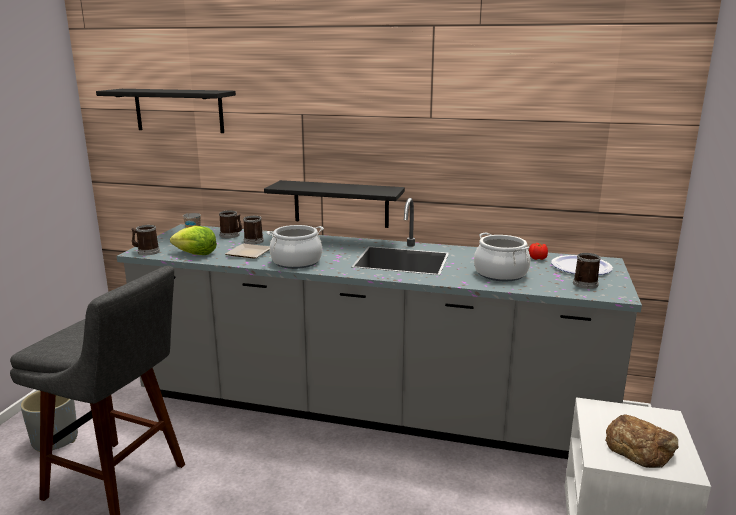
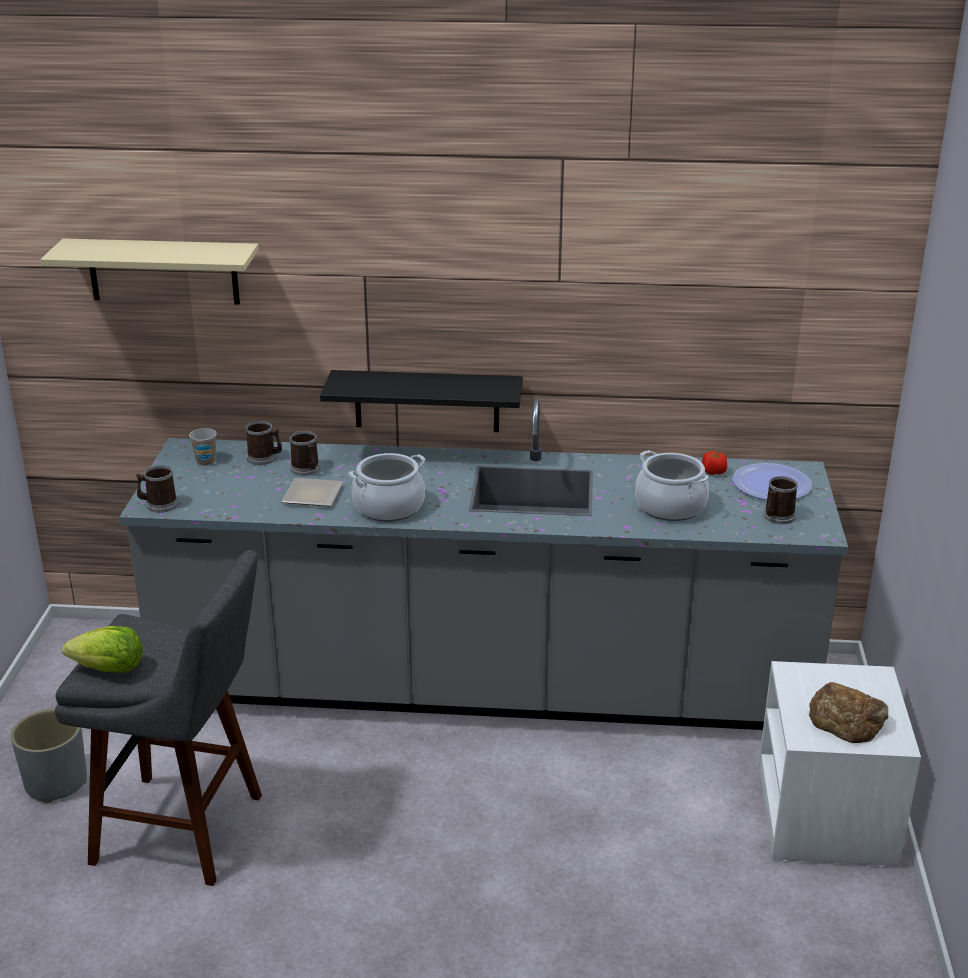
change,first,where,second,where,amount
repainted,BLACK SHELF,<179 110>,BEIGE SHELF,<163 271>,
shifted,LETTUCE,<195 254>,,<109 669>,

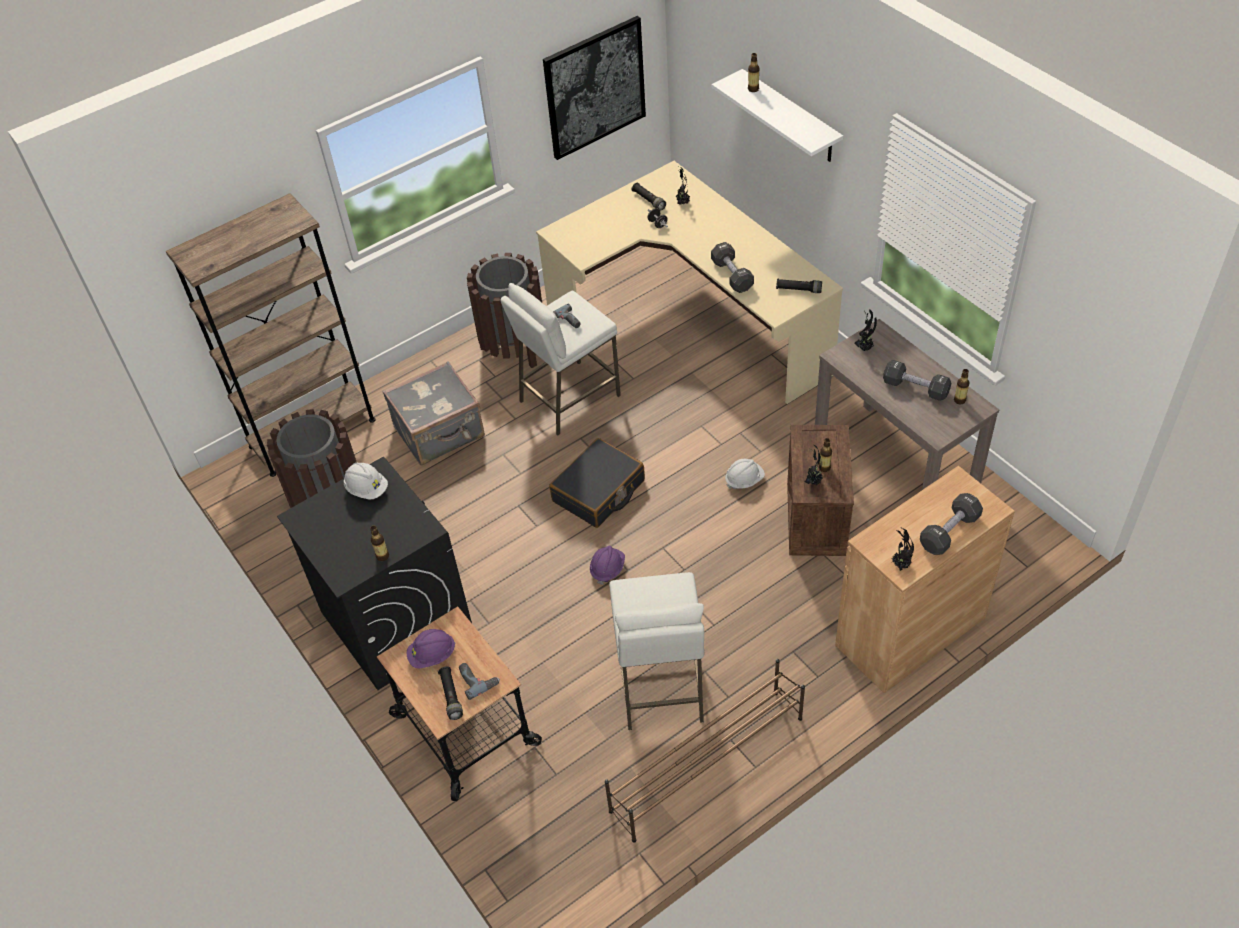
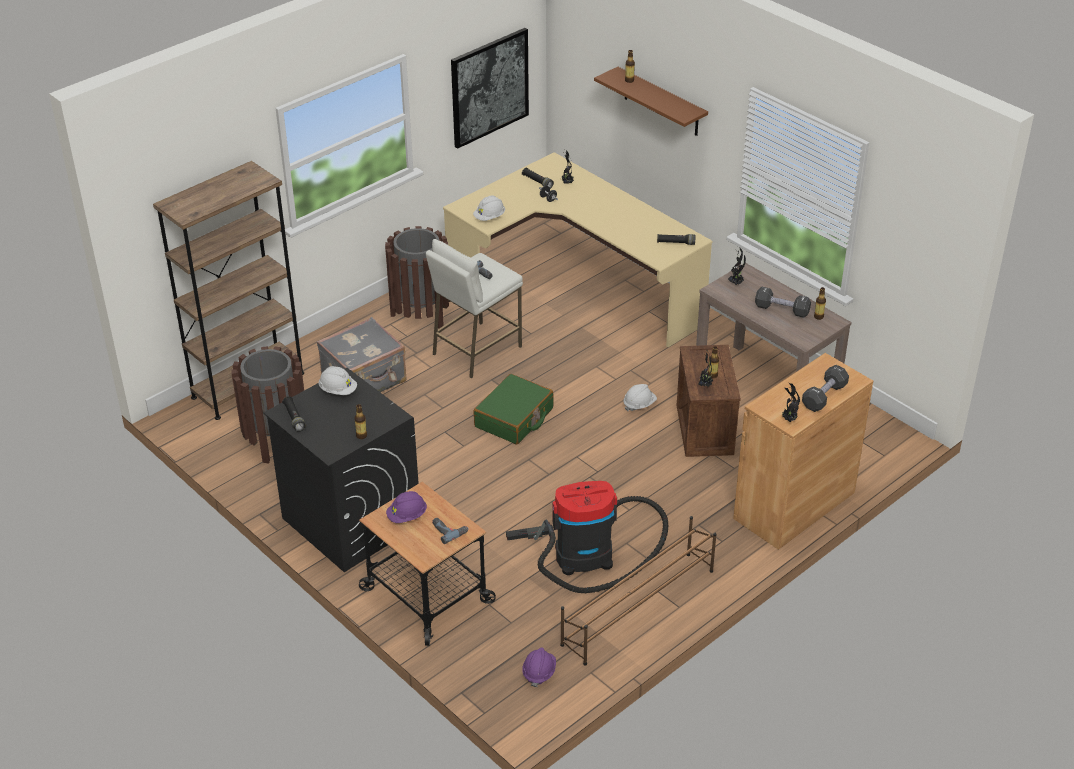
change,first,where,second,where,amount
shifted,BLACK FLASHLIGHT,<451 696>,,<294 418>,
repainted,BLACK SUITCASE,<599 491>,GREEN SUITCASE,<514 418>,
shifted,PURPLE HARD HAT,<607 569>,,<539 672>,
swapped,WHITE STOOL,<660 685>,VACUUM CLEANER,<590 554>,
gone,BLACK DUMBBELL,<732 275>,,,
repainted,WHITE SHELF,<790 117>,BROWN SHELF,<661 102>,
new,,,WHITE HARD HAT,<489 217>,

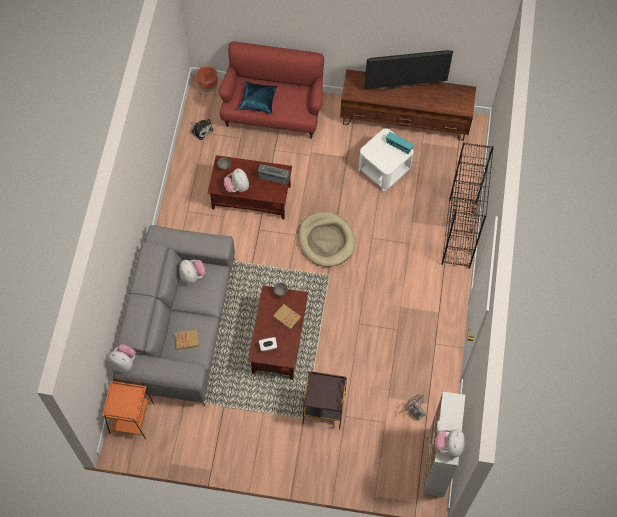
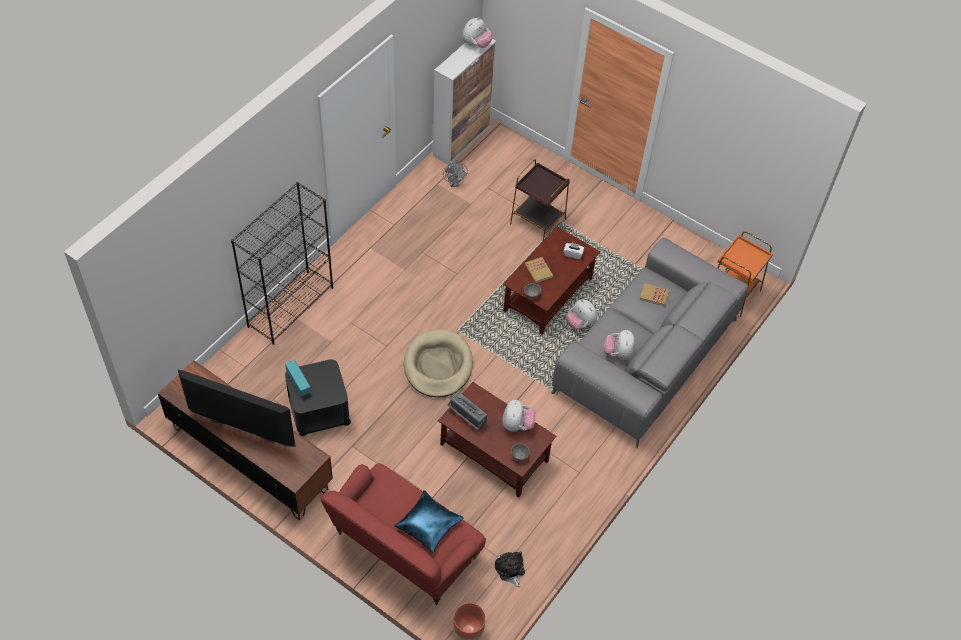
change,first,where,second,where,amount
shifted,PLUSH TOY,<124 362>,,<580 323>,
repainted,WHITE SIDE TABLE,<384 169>,BLACK SIDE TABLE,<319 411>,

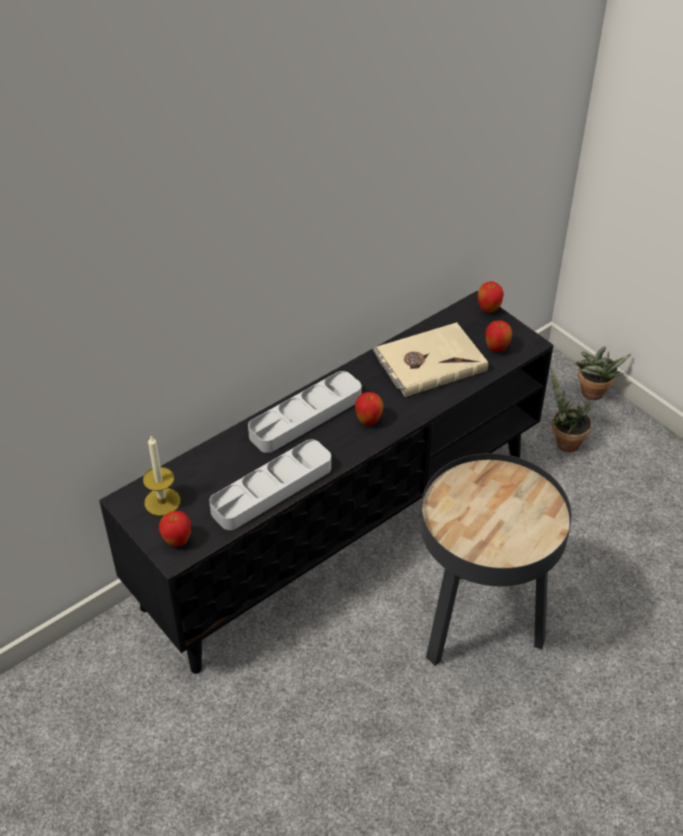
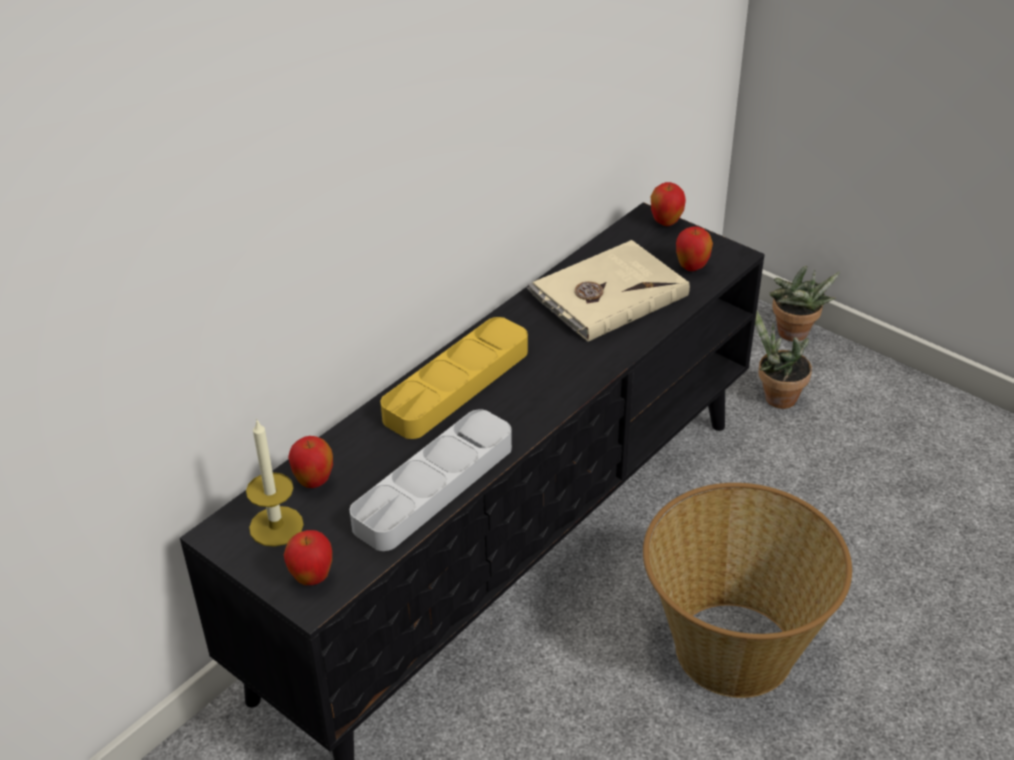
change,first,where,second,where,amount
repainted,GREY TRAY,<306 416>,YELLOW TRAY,<457 384>,
shifted,APPLE,<368 421>,,<314 482>,
swapped,BLACK SIDE TABLE,<479 624>,BASKET,<732 647>,

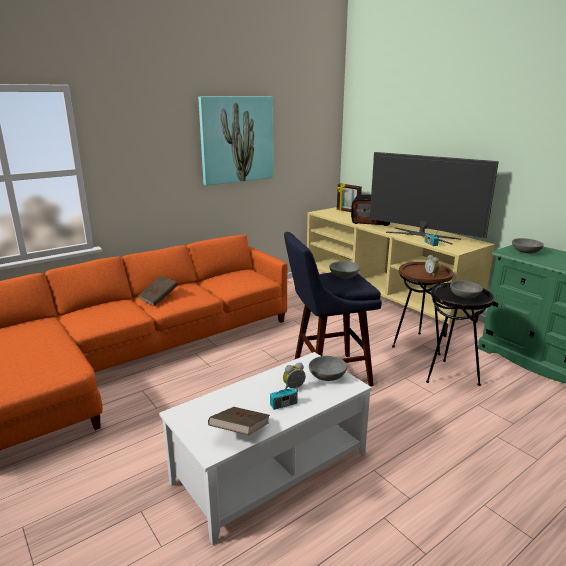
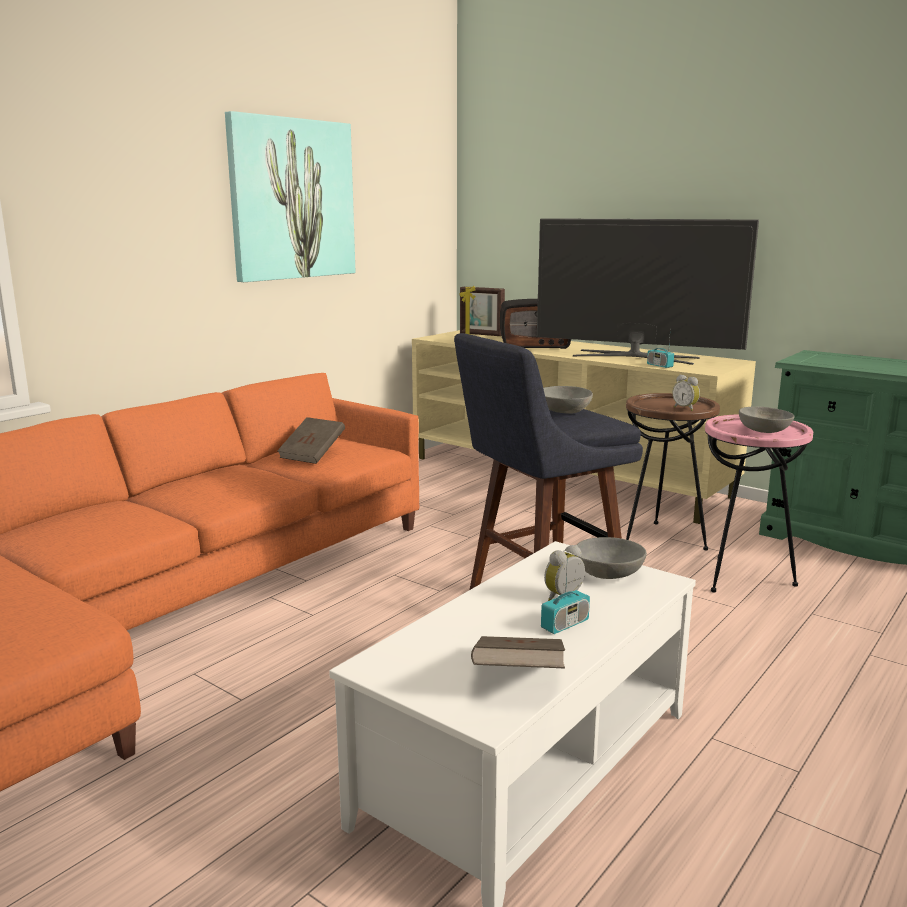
change,first,where,second,where,amount
shifted,BROWN BOOK,<159 298>,,<312 455>,
repainted,BLACK SIDE TABLE,<450 375>,PINK SIDE TABLE,<742 577>,
gone,GREY BOWL,<525 252>,,,

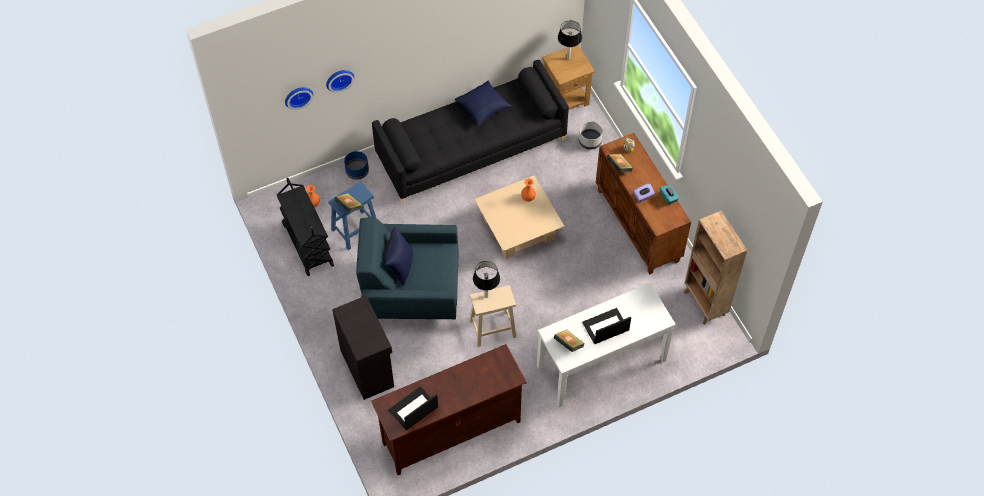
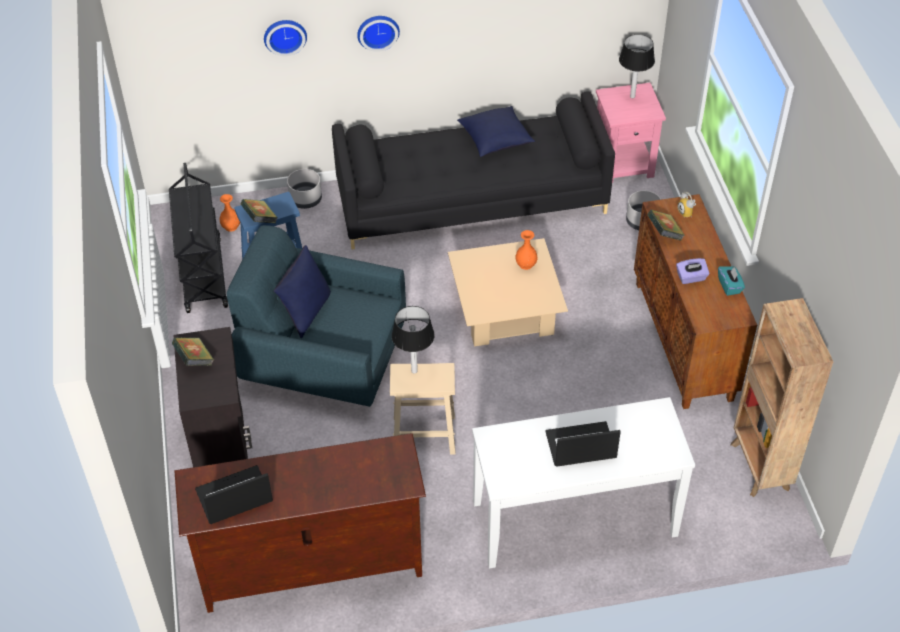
change,first,where,second,where,amount
shifted,WALL CLOCK,<298 96>,,<377 31>,
repainted,BLUE PLANTER,<357 171>,GREY PLANTER,<306 199>,
repainted,BROWN SIDE TABLE,<566 98>,PINK SIDE TABLE,<624 164>,
shifted,BOOK,<568 344>,,<194 360>,

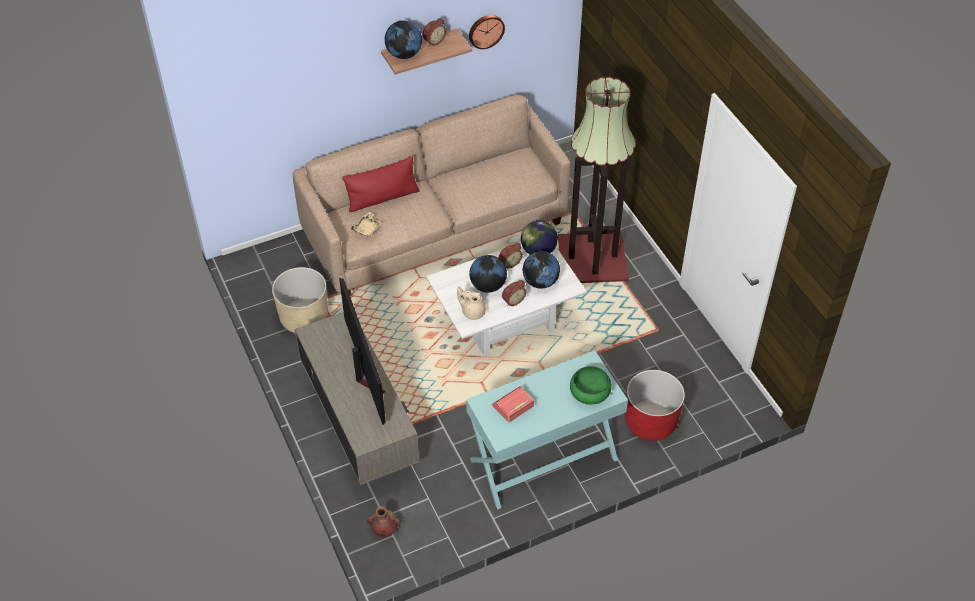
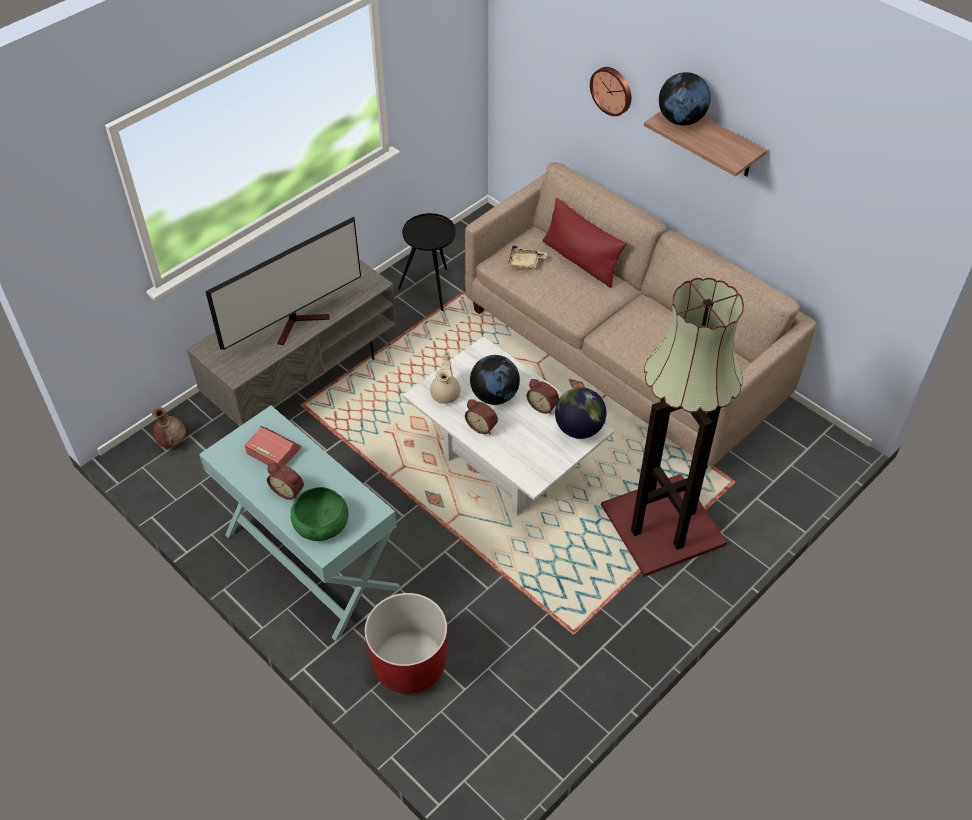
change,first,where,second,where,amount
swapped,BEIGE PLANTER,<304 318>,BLACK SIDE TABLE,<432 288>,
shifted,ALARM CLOCK,<433 41>,,<288 490>,
shifted,WALL CLOCK,<485 30>,,<612 90>,
gone,GLOBE,<540 282>,,,

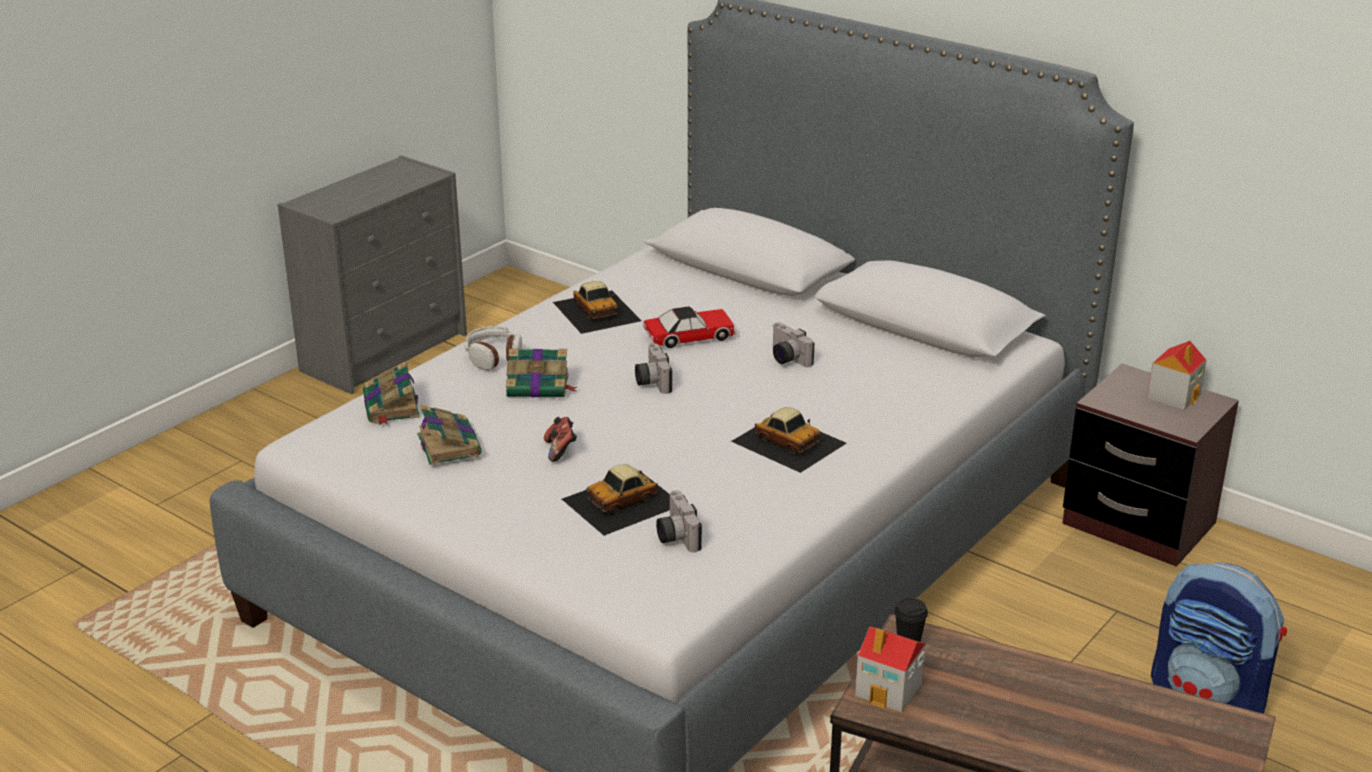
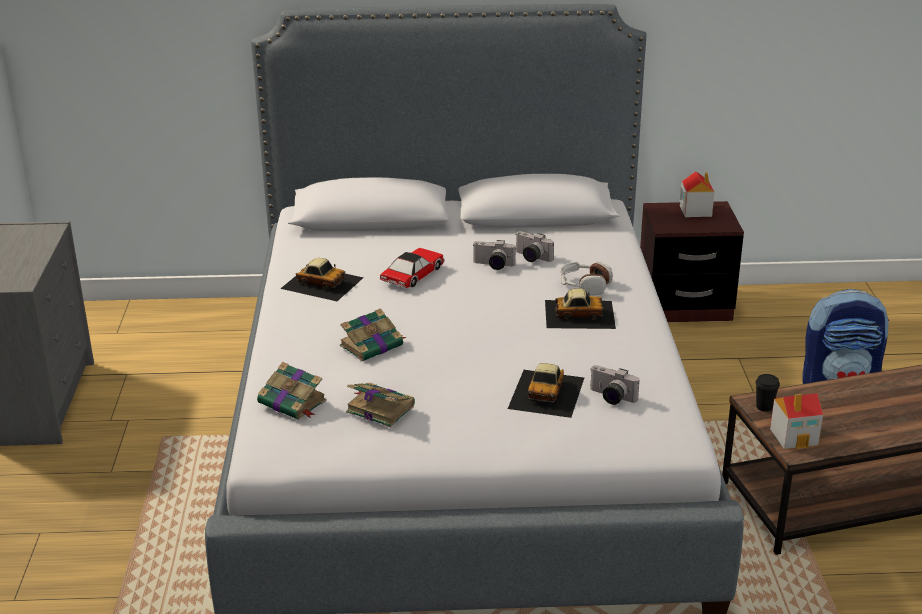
change,first,where,second,where,amount
shifted,HEADPHONES,<494 357>,,<584 285>,
gone,GAME CONTROLLER,<561 450>,,,
shifted,PHOTO CAMERA,<651 381>,,<531 258>,

